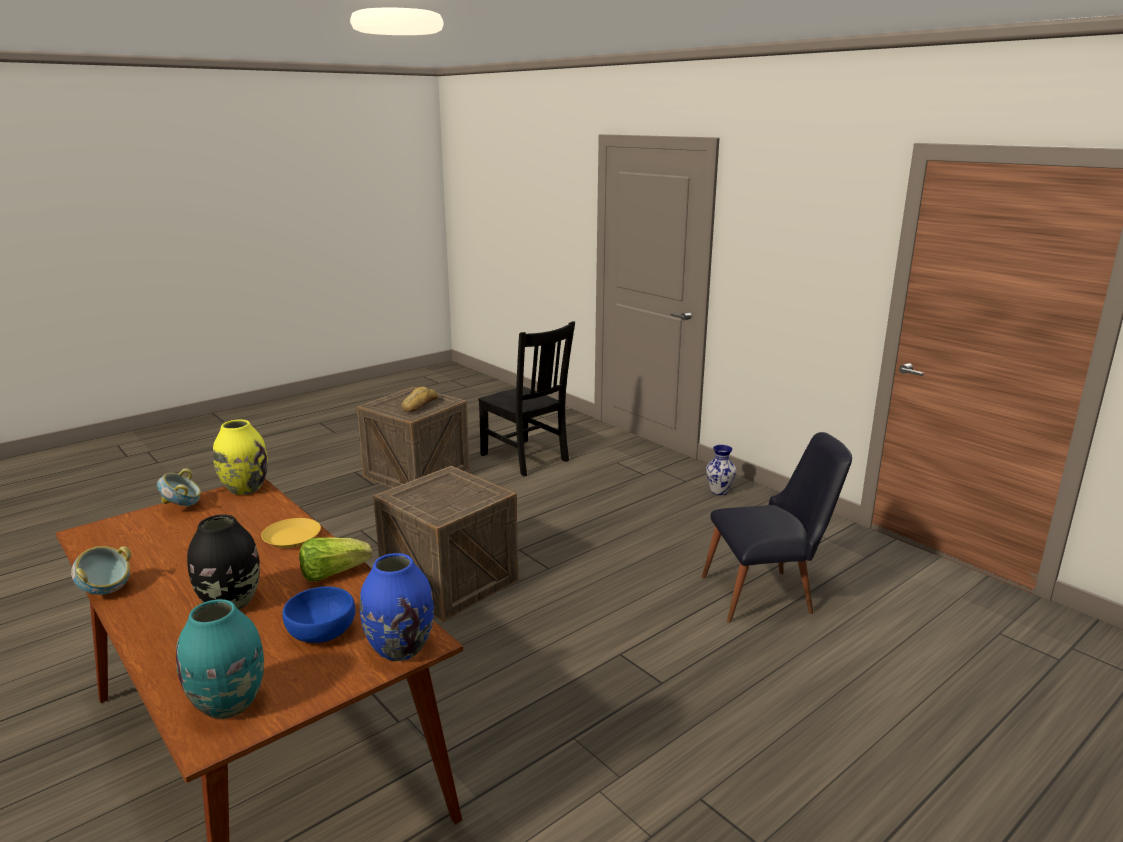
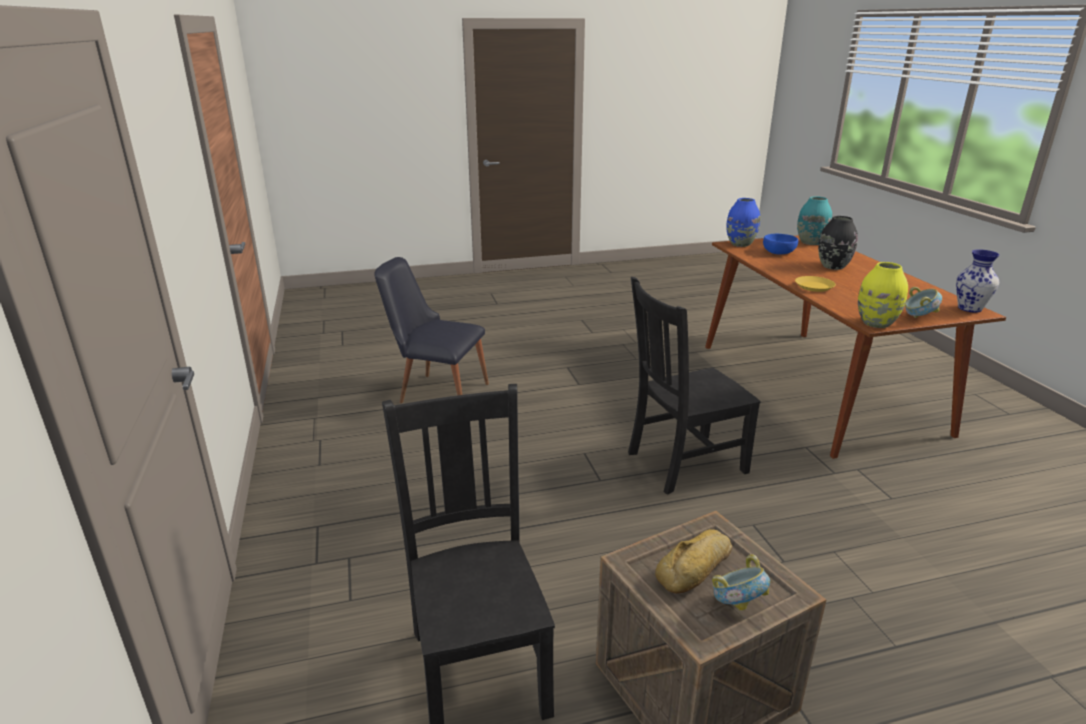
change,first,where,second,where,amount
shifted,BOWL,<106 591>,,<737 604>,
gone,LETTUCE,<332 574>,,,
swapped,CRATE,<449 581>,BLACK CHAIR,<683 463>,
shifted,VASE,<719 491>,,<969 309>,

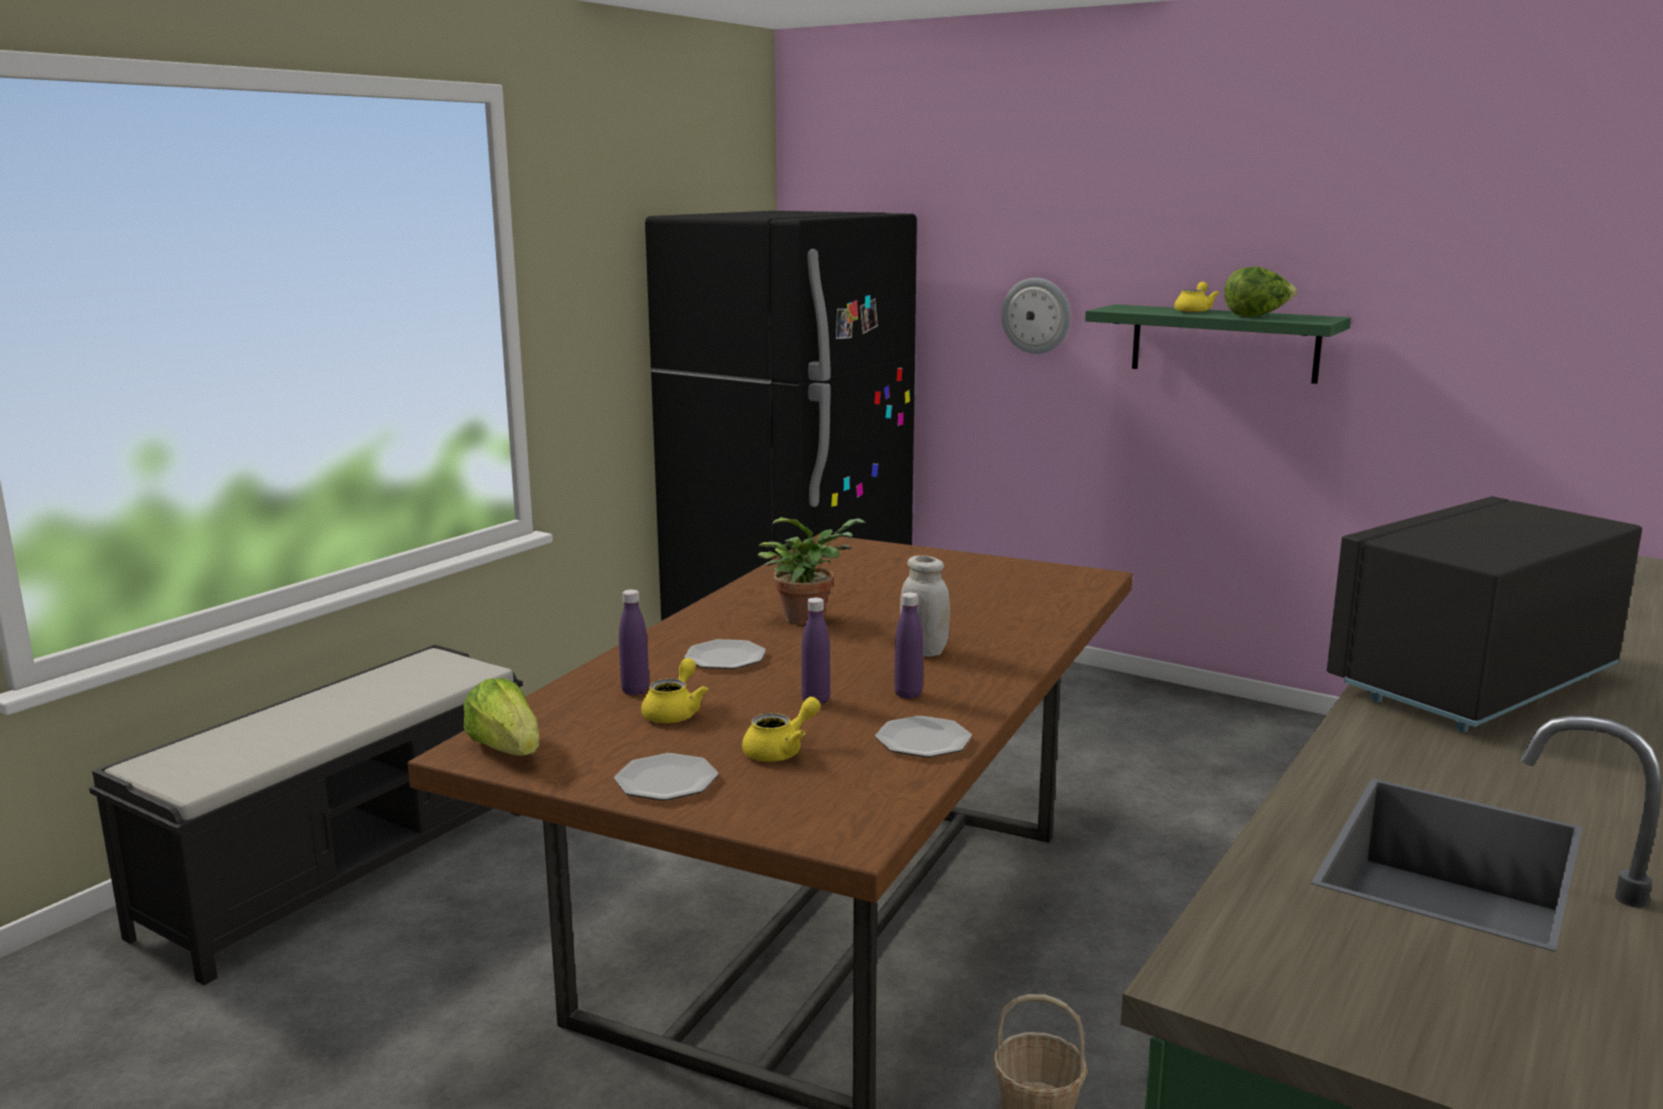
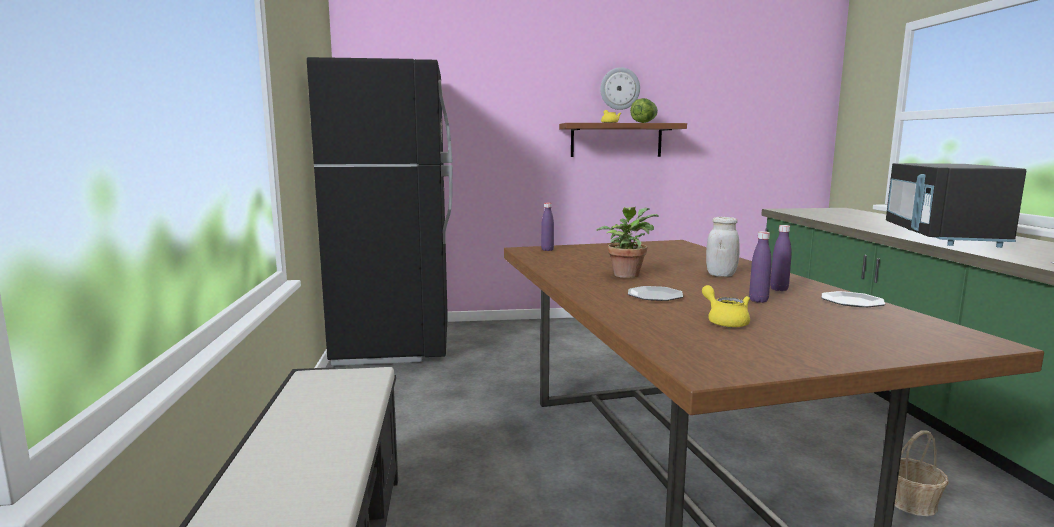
change,first,where,second,where,amount
gone,LETTUCE,<507 749>,,,
gone,PLATE,<665 781>,,,
shifted,PURPLE BOTTLE,<635 691>,,<547 250>,
gone,YELLOW TEAPOT,<781 751>,,,
shifted,WALL CLOCK,<1036 315>,,<619 88>,
repainted,GREEN SHELF,<1224 343>,BROWN SHELF,<616 140>,

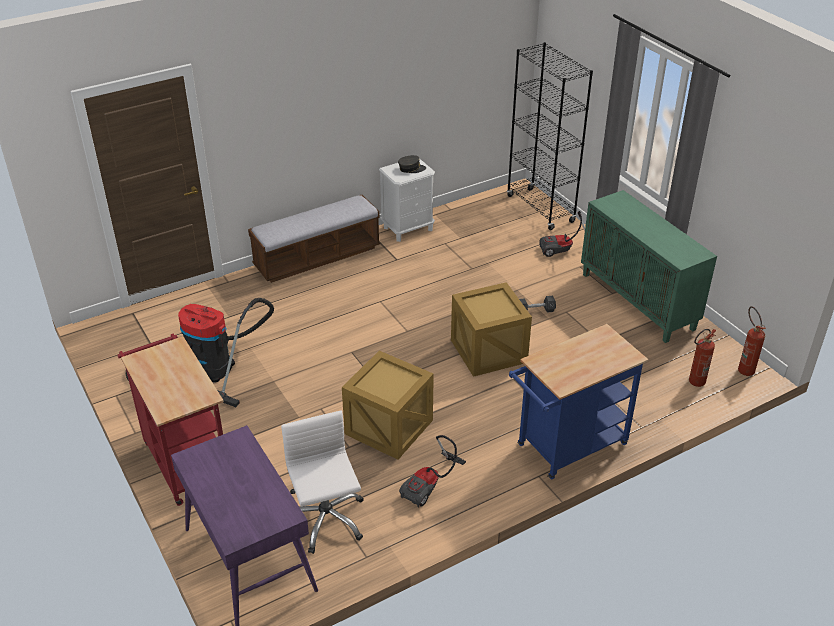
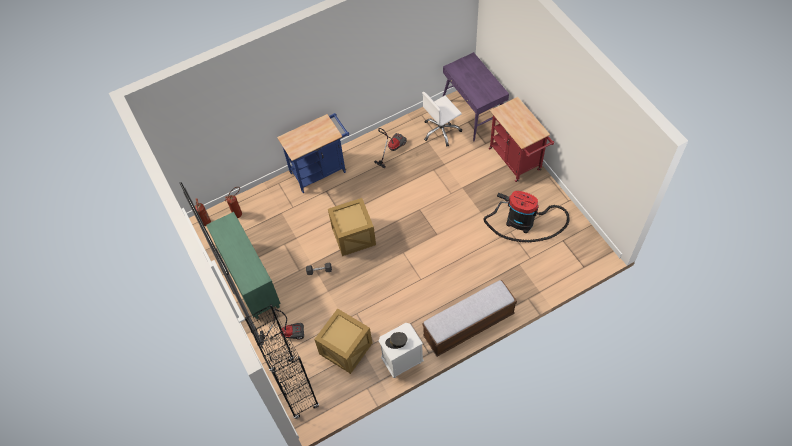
change,first,where,second,where,amount
rotated,WHITE OFFICE CHAIR,<325 520>,,<441 131>,75 degrees clockwise
shifted,CRATE,<390 427>,,<345 348>,

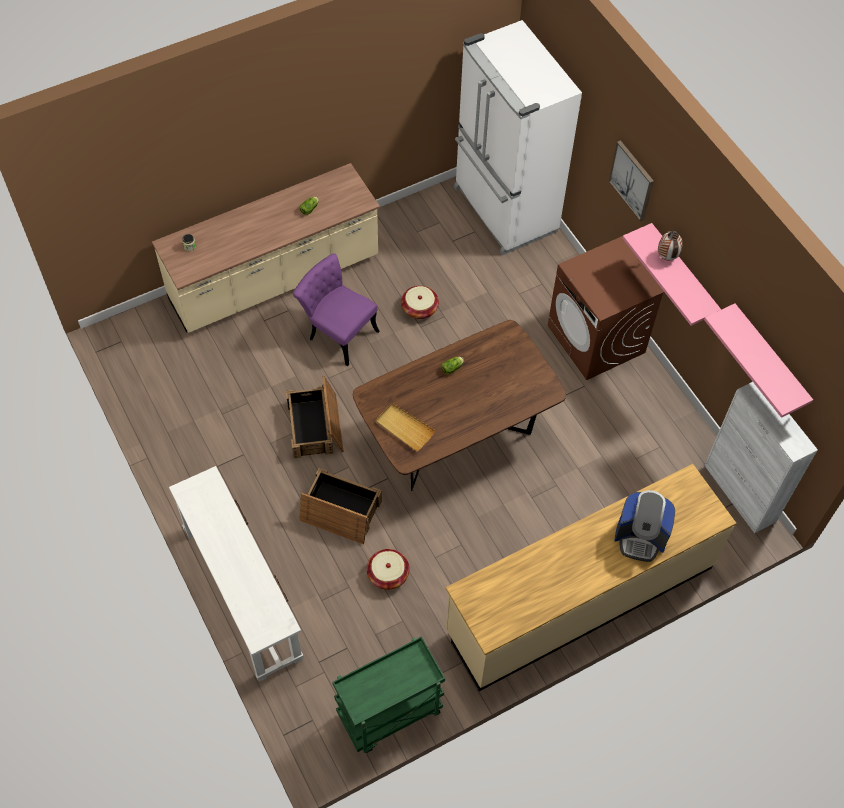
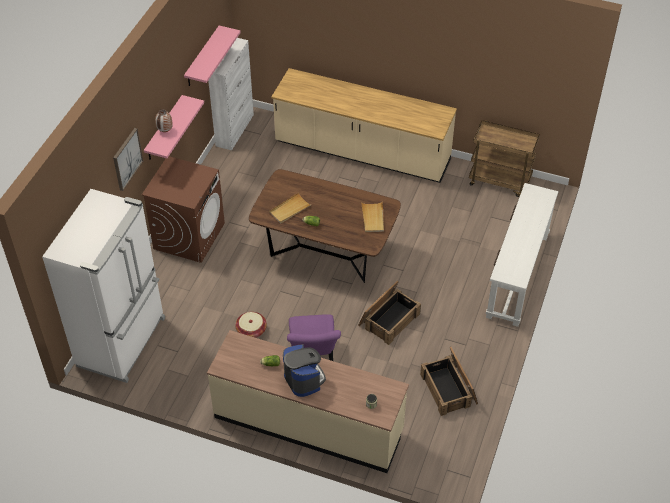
change,first,where,second,where,amount
shifted,CRATE,<340 511>,,<449 389>,
repainted,GREEN CART,<389 714>,BROWN CART,<500 181>,
gone,BASKET,<388 574>,,,
shifted,COFFEE MACHINE,<640 537>,,<304 379>,
new,,,BEIGE TRAY,<289 209>,

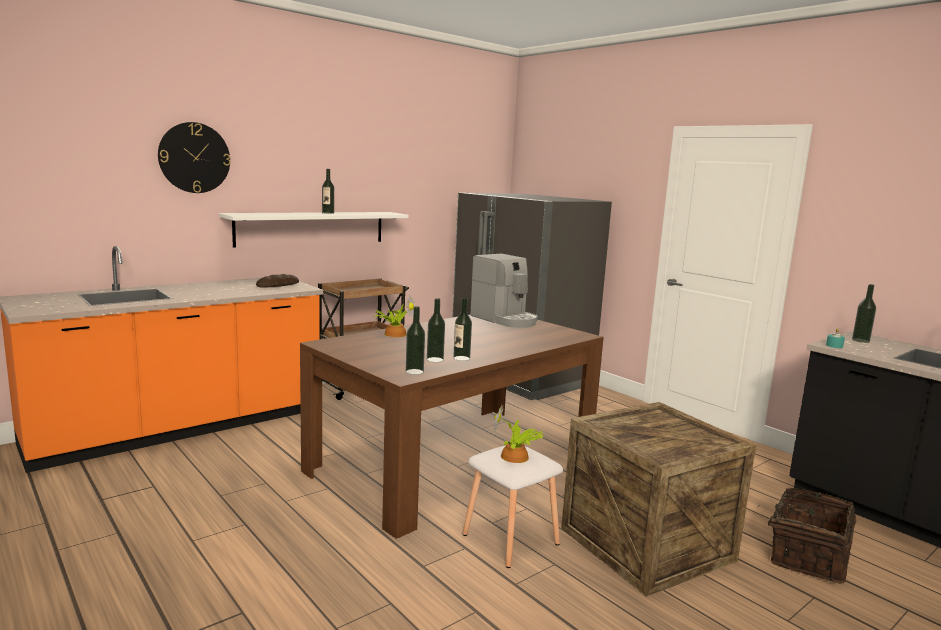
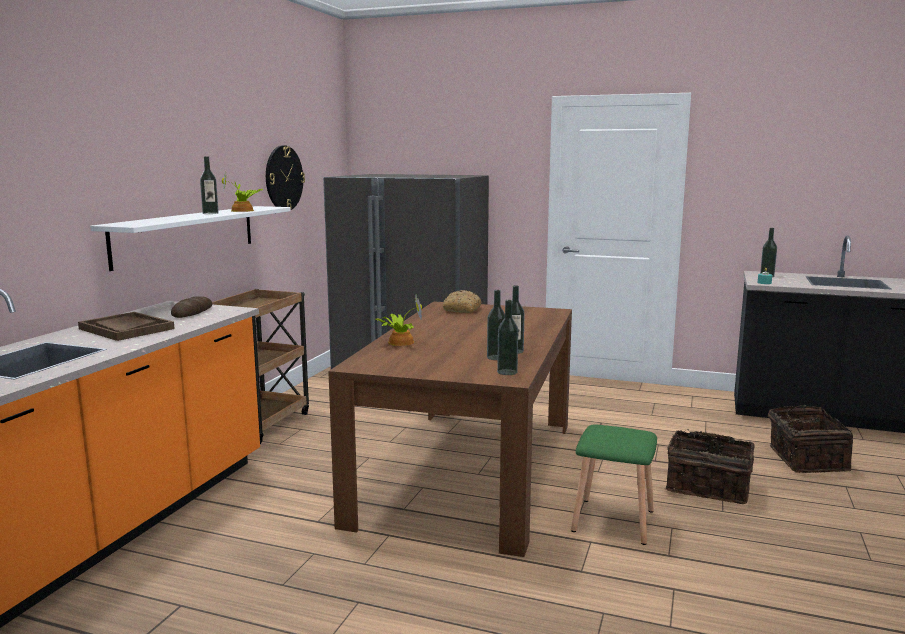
change,first,where,second,where,amount
shifted,WALL CLOCK,<194 158>,,<283 178>,
repainted,WHITE STOOL,<510 540>,GREEN STOOL,<613 521>,
swapped,COFFEE MACHINE,<505 319>,BREAD,<462 309>,
shifted,POTTED PLANT,<515 457>,,<243 211>,
swapped,CRATE,<647 544>,BASKET,<708 487>,
new,,,BROWN TRAY,<126 329>,

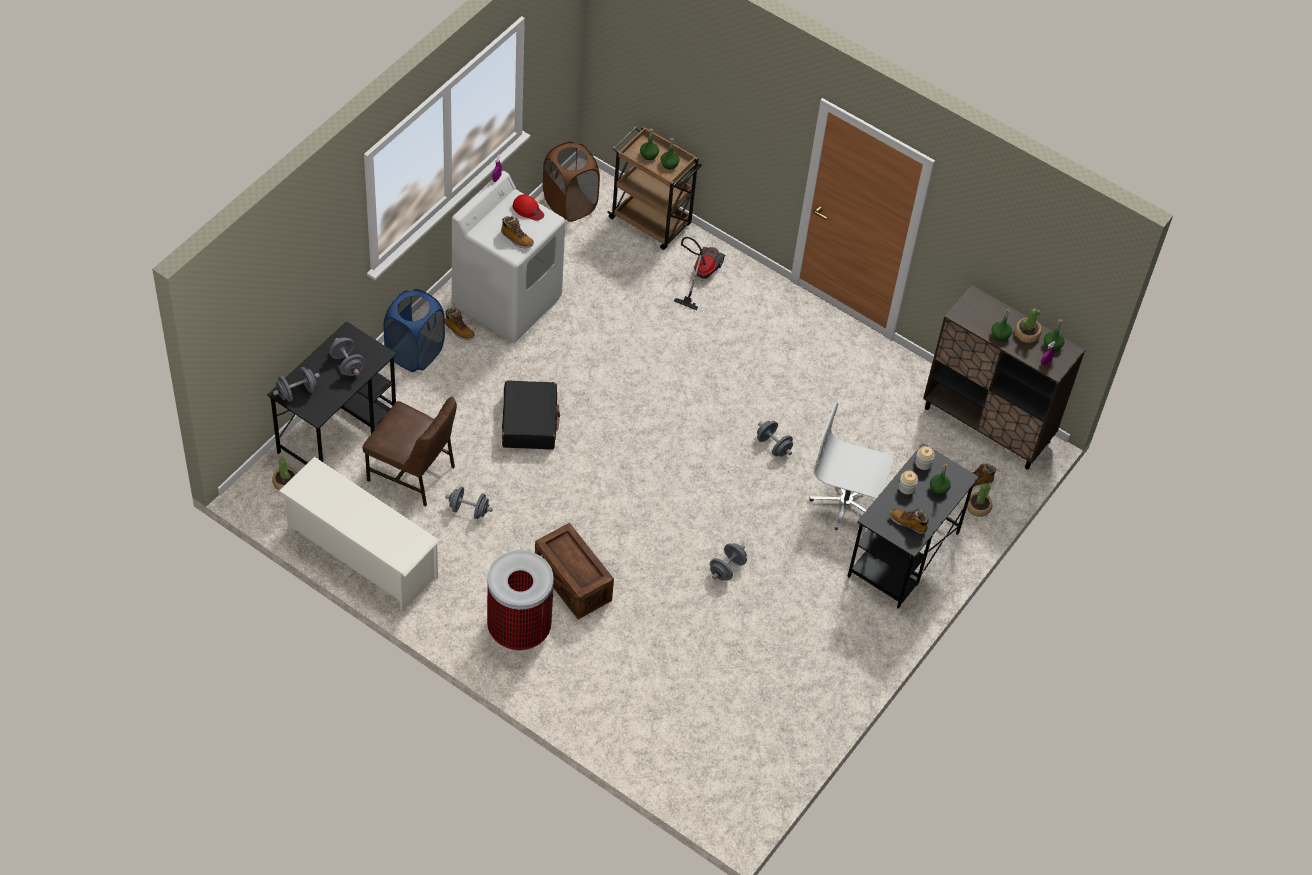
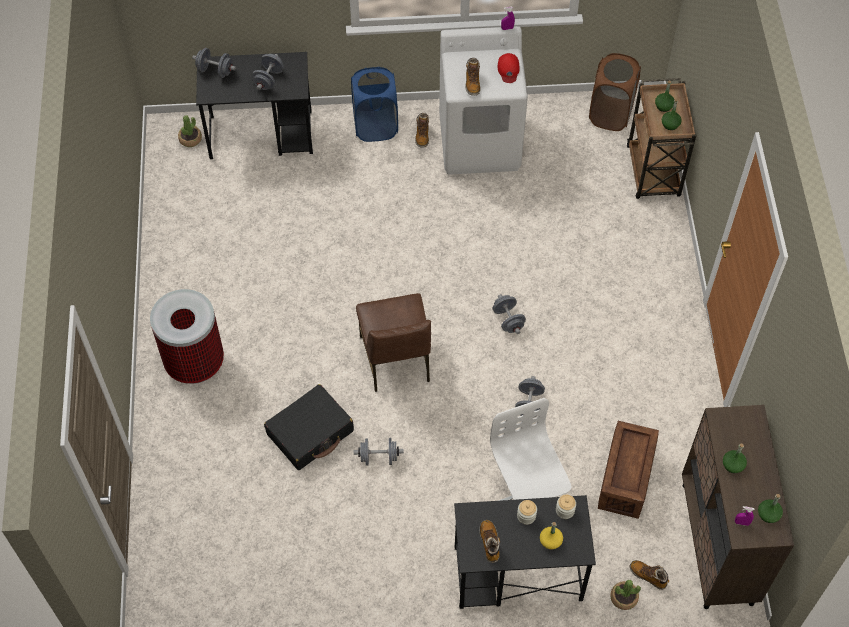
change,first,where,second,where,amount
gone,WHITE SHOE RACK,<361 555>,,,
shifted,BROWN CHAIR,<413 473>,,<396 359>,
shifted,GREY DUMBBELL,<469 510>,,<508 320>,
shifted,BLACK SUITCASE,<529 422>,,<310 433>,
shifted,CRATE,<572 582>,,<625 478>,
gone,VACUUM CLEANER,<700 275>,,,
repainted,GREEN BOTTLE,<939 488>,YELLOW BOTTLE,<550 541>,
gone,POTTED PLANT,<1027 334>,,,

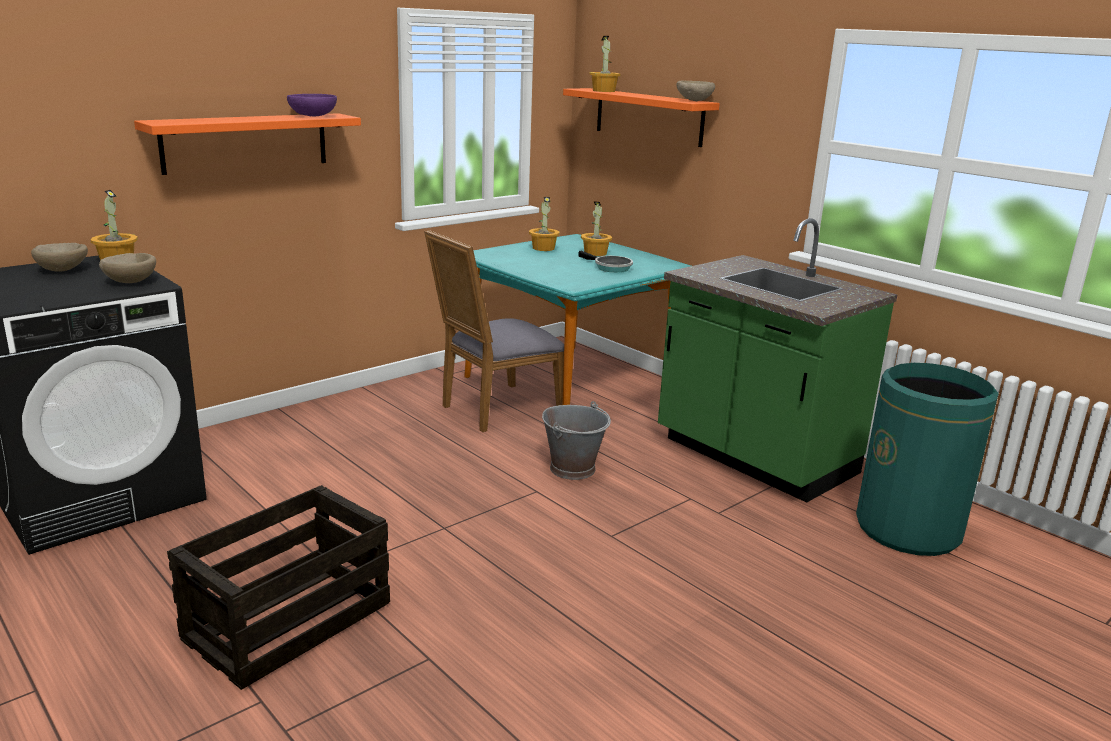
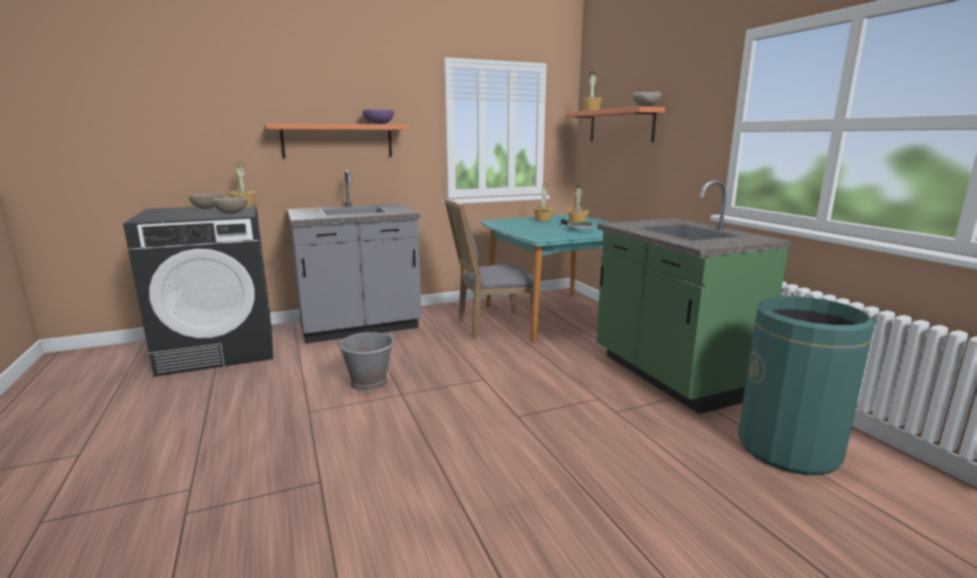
change,first,where,second,where,amount
gone,CRATE,<289 620>,,,
shifted,GREY BUCKET,<573 468>,,<369 383>,
new,,,GREY COUNTER,<360 327>,

